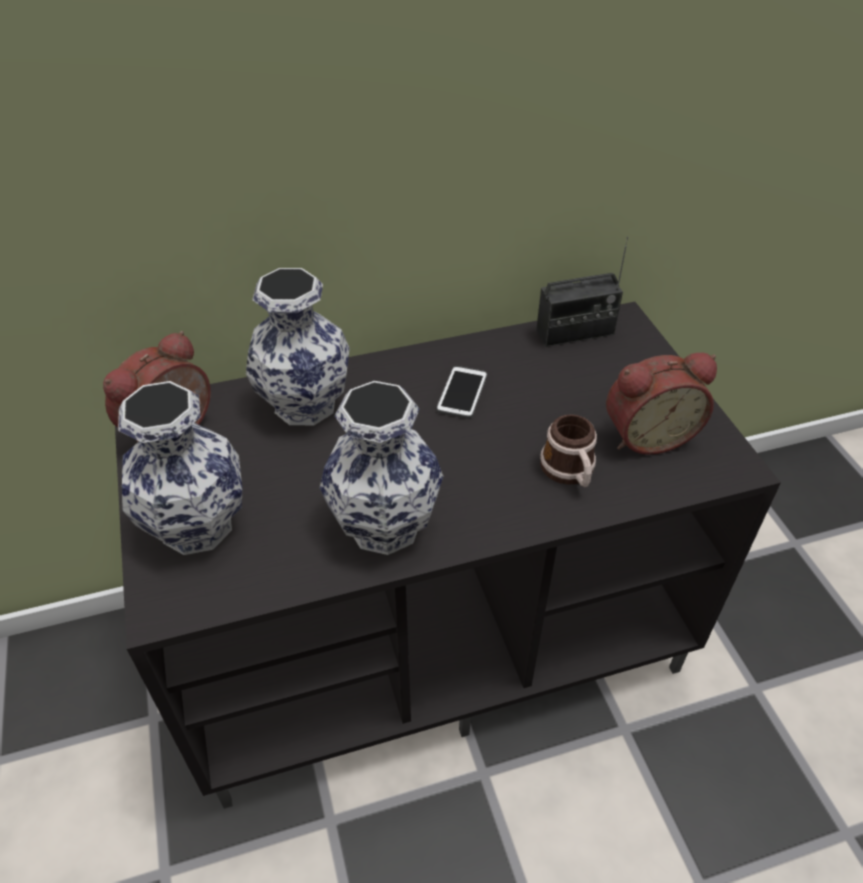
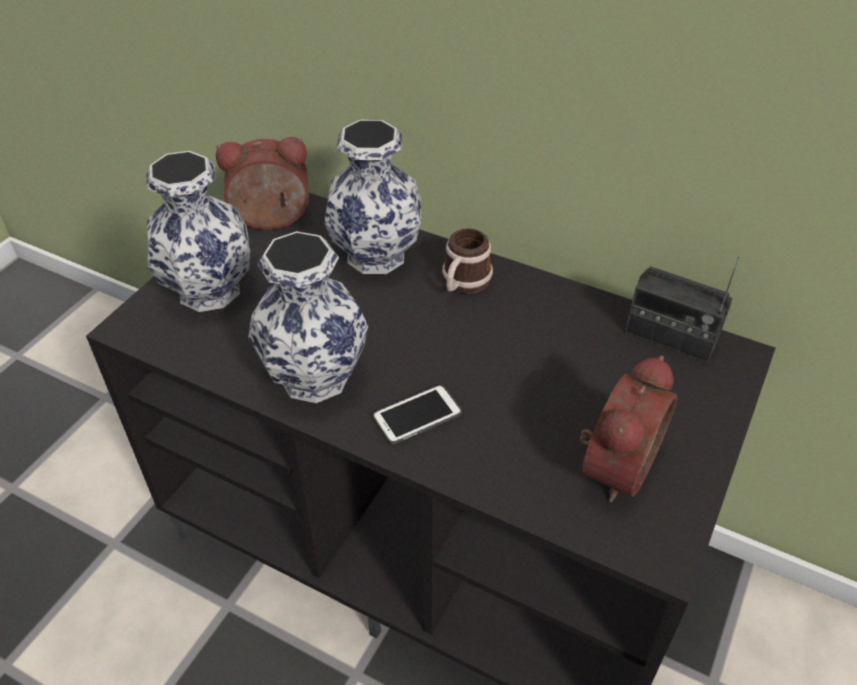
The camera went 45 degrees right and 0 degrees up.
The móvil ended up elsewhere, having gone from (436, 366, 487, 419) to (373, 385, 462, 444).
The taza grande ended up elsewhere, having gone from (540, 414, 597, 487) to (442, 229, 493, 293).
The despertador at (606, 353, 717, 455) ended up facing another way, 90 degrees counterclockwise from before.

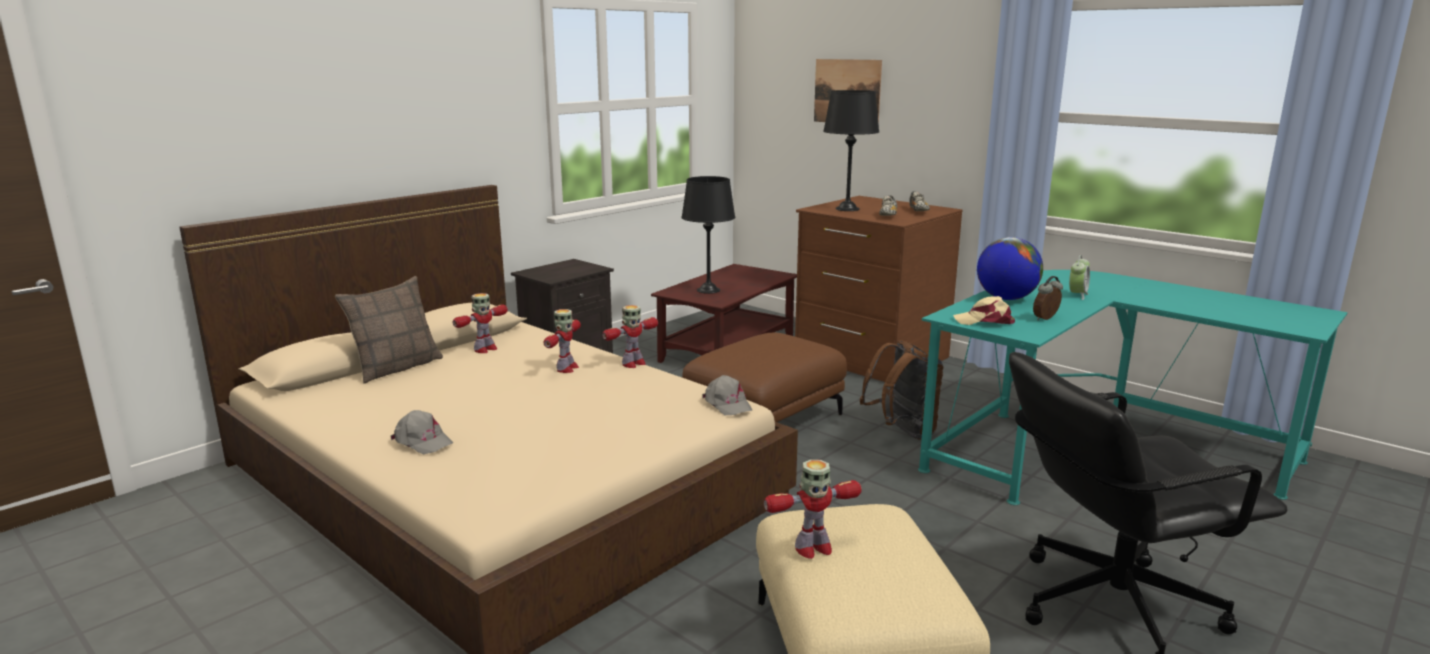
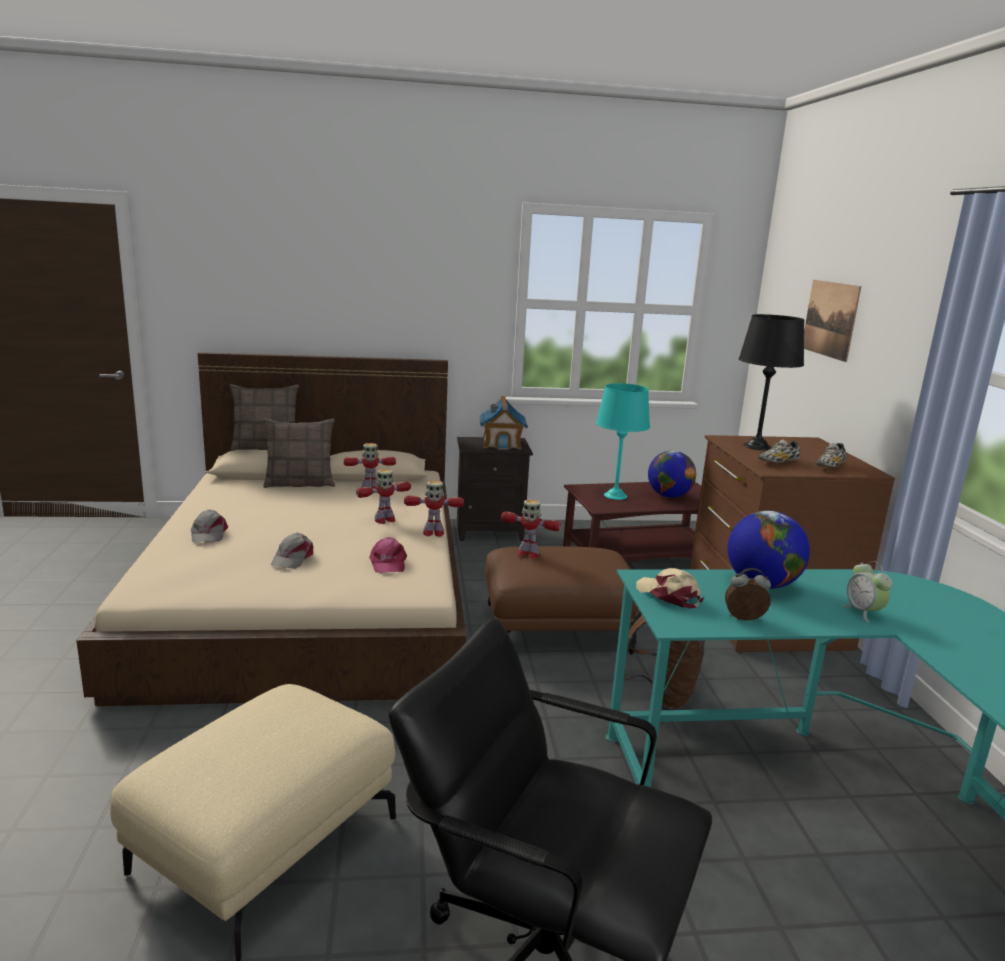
The camera went 40 degrees right and 0 degrees up.
The second view gained the cojín at (230, 384, 299, 451).
The gorra/gris ended up elsewhere, having gone from (702, 375, 752, 415) to (271, 533, 314, 569).
The second view gained the gorra/rosa at (369, 537, 407, 573).
The second view gained the casita at (479, 396, 528, 450).
The robot de juguete ended up elsewhere, having gone from (764, 459, 862, 559) to (501, 499, 561, 559).
What was the lámpara de mesa/negro at (681, 176, 735, 294) turned into the lámpara de mesa/turquesa at (596, 383, 650, 500).
The second view gained the globo terráqueo at (648, 451, 696, 498).
The despertador at (1069, 255, 1090, 300) ended up facing another way, 90 degrees clockwise from before.

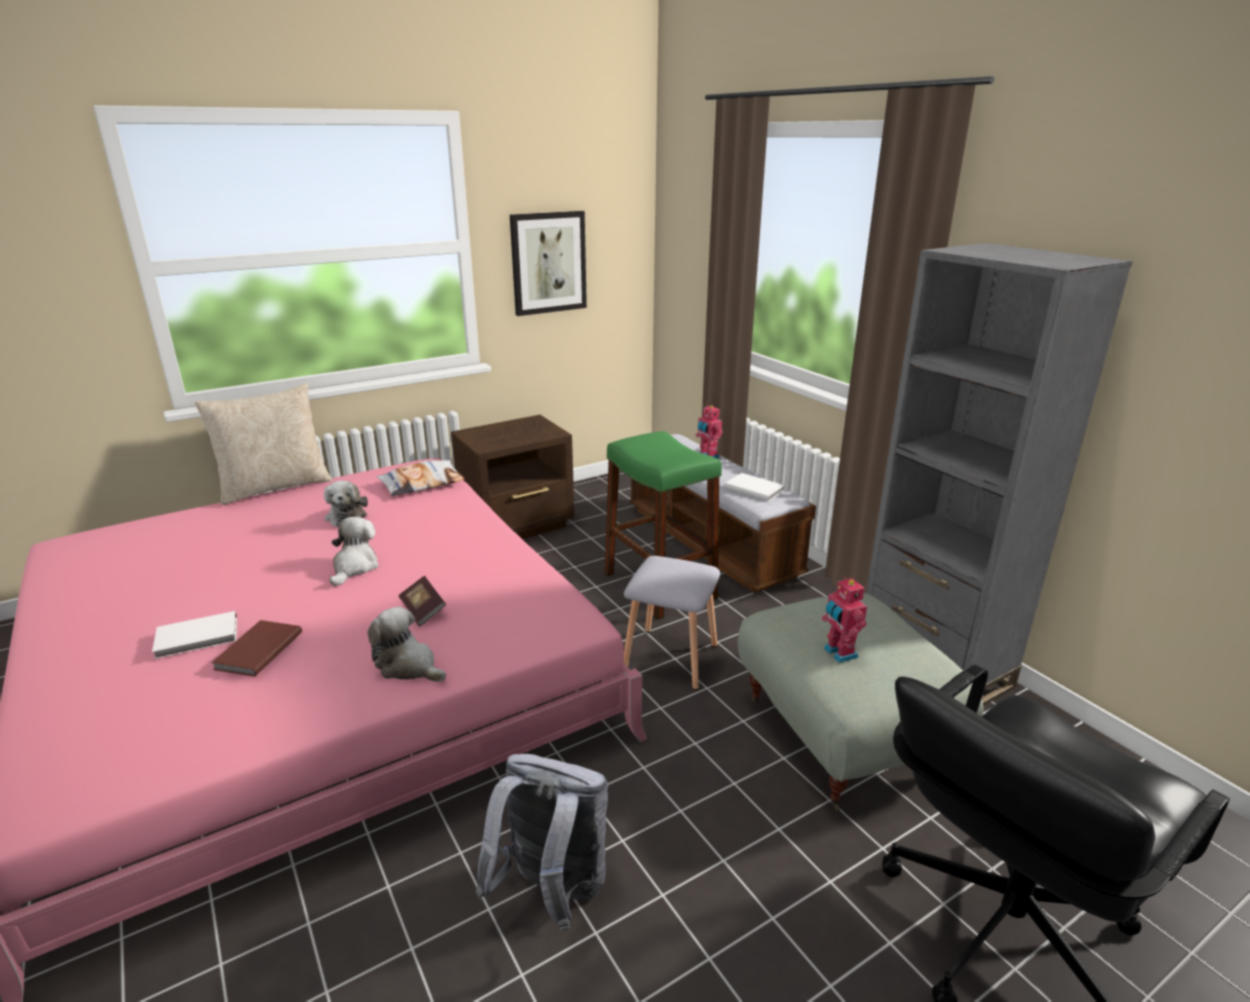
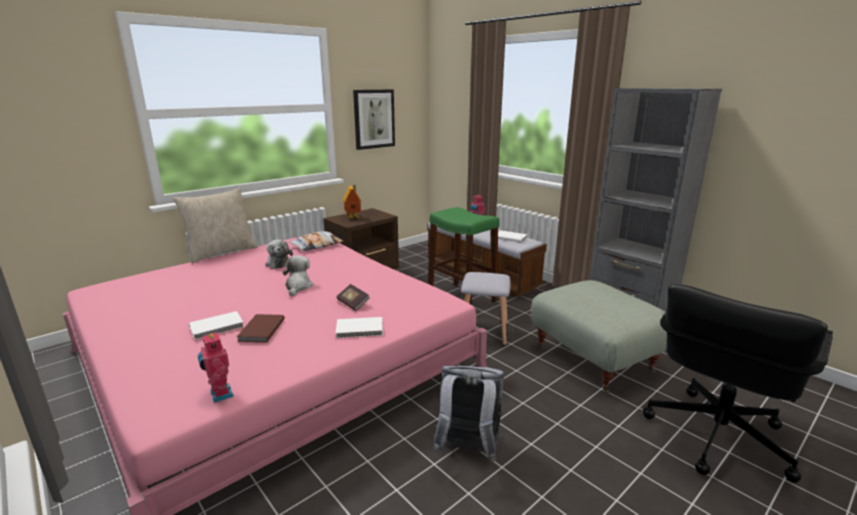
The camera went 10 degrees left and 5 degrees down.
The robot de juguete ended up elsewhere, having gone from (822, 576, 867, 663) to (198, 331, 234, 403).
Where the peluche stood at (367, 606, 446, 682), the libro/blanco came to stand at (336, 317, 383, 338).
The second view gained the casita at (343, 185, 362, 219).

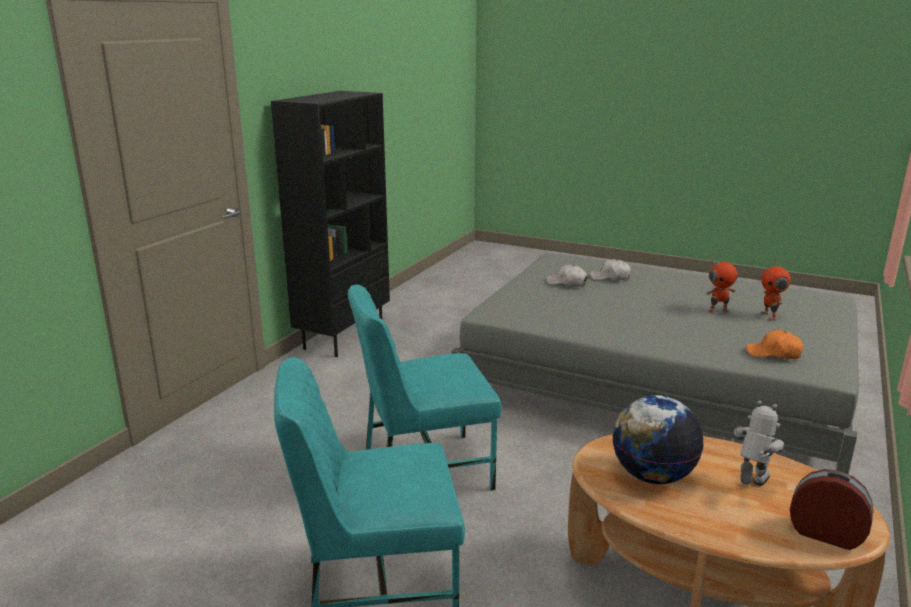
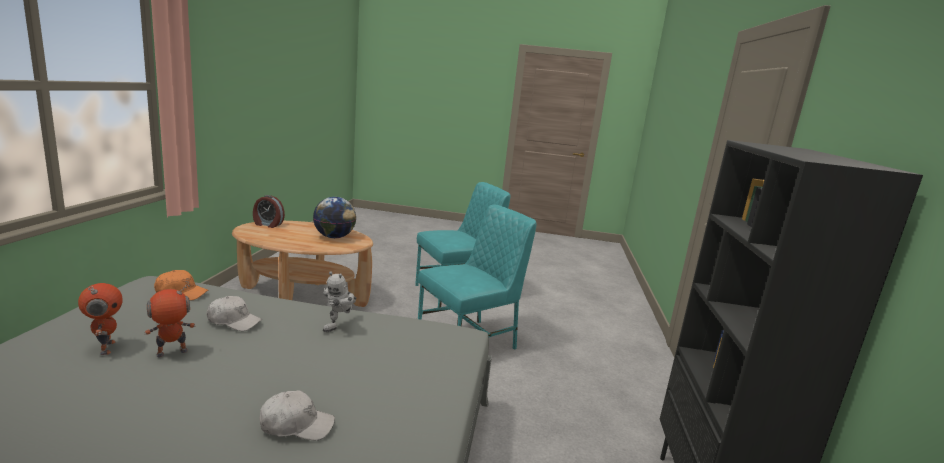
The camera went 160 degrees right and 5 degrees down.
The gorra/blanco ended up elsewhere, having gone from (547, 265, 587, 287) to (207, 296, 262, 331).
The robot de juguete ended up elsewhere, having gone from (734, 400, 784, 486) to (323, 271, 356, 332).

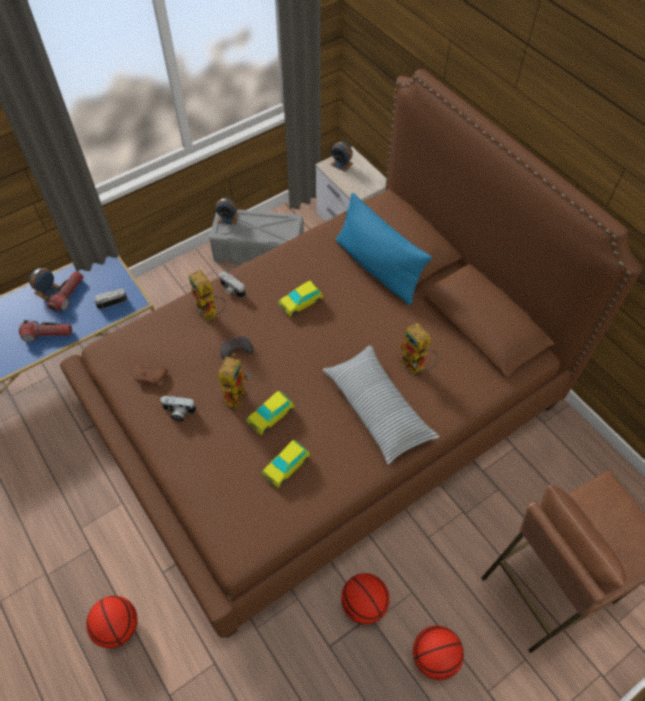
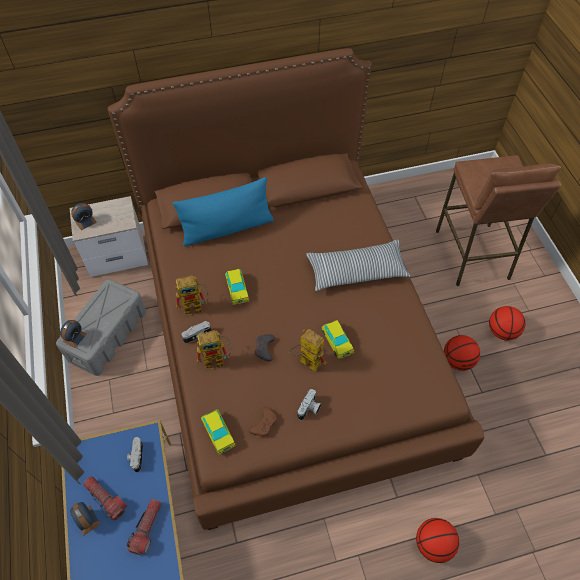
The camera went 70 degrees left and 0 degrees up.
The robot de juguete ended up elsewhere, having gone from (399, 323, 439, 376) to (175, 275, 208, 317).
The coche de juguete ended up elsewhere, having gone from (262, 439, 311, 488) to (201, 409, 236, 455).

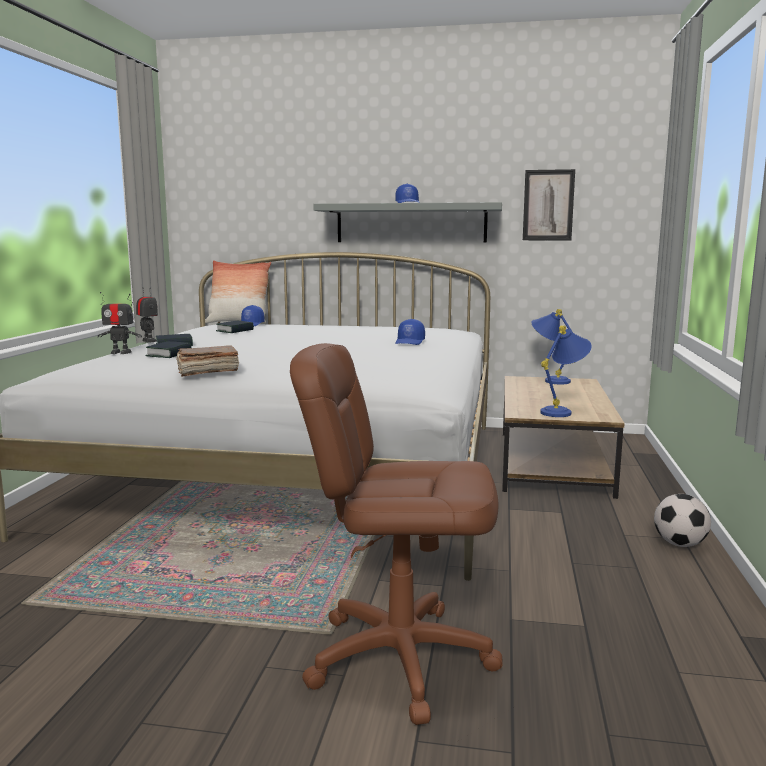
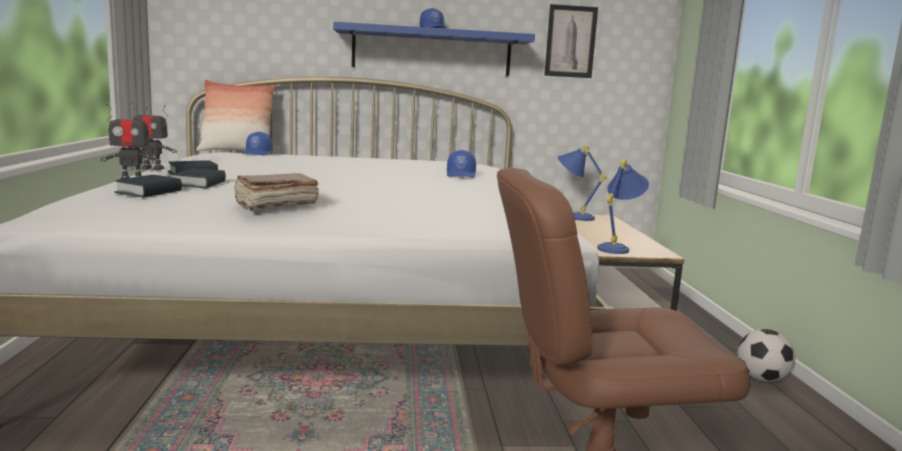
The camera went 15 degrees left and 0 degrees up.
The libro ended up elsewhere, having gone from (216, 321, 254, 333) to (114, 175, 182, 198).
The robot de juguete at (136, 288, 158, 343) ended up facing another way, 135 degrees clockwise from before.
What was the estante/gris at (313, 202, 502, 243) turned into the estante/azul at (333, 22, 535, 76).

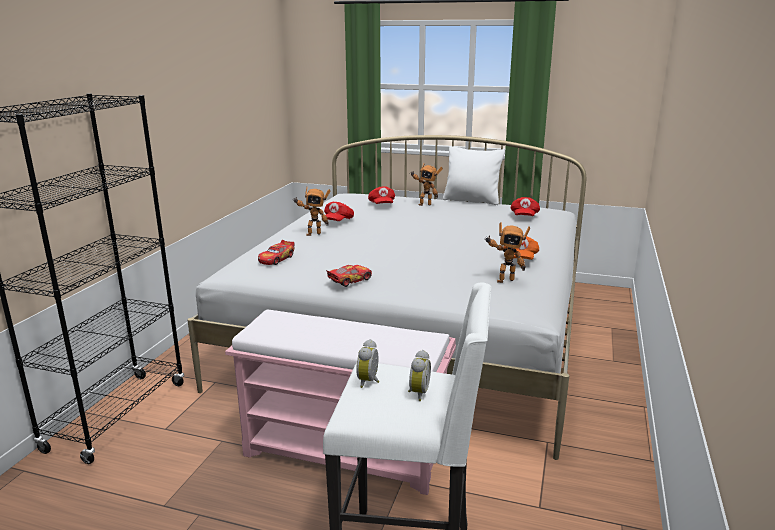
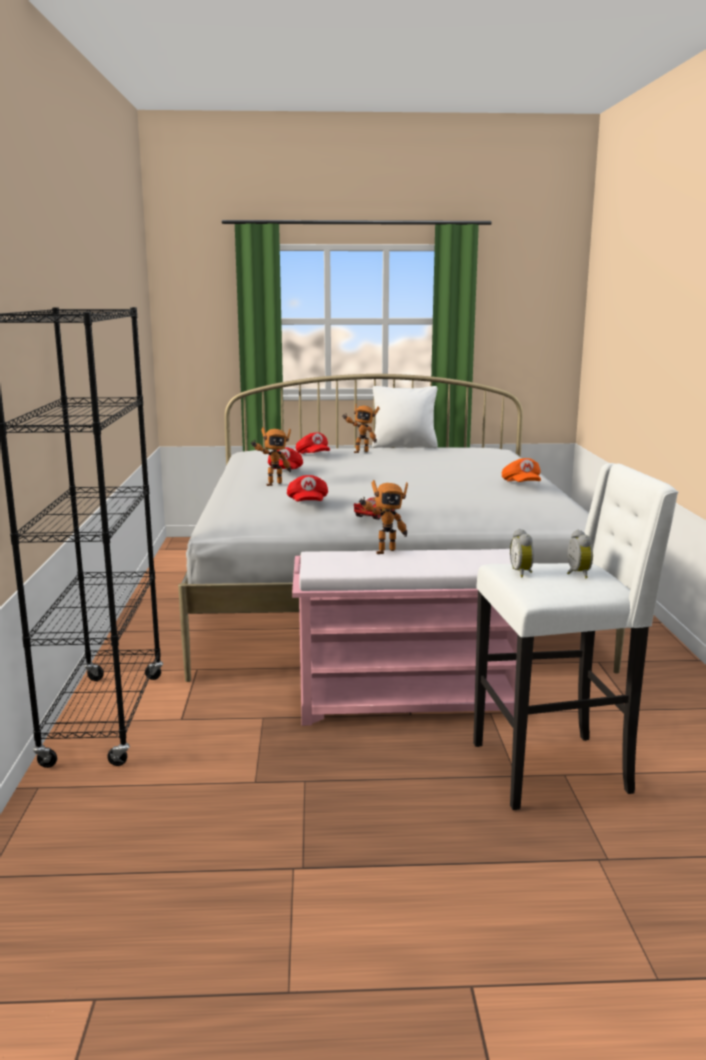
The camera went 20 degrees left and 5 degrees down.
The gorra/rojo ended up elsewhere, having gone from (511, 197, 540, 216) to (287, 475, 328, 502).
The robot de juguete ended up elsewhere, having gone from (485, 222, 530, 283) to (359, 480, 408, 554).
The second view lost the coche de juguete at (258, 240, 295, 265).

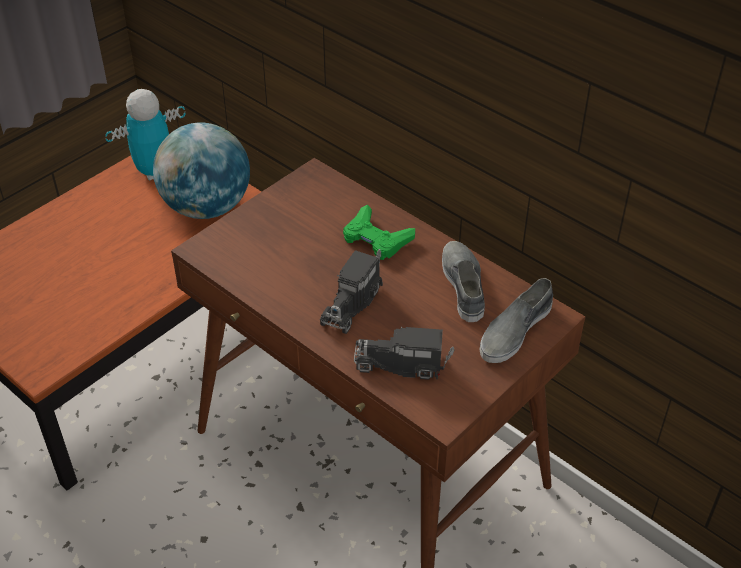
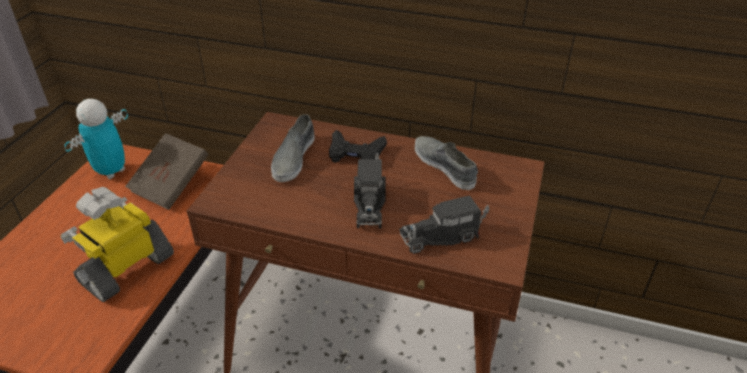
The camera went 25 degrees left and 5 degrees down.
The second view gained the robot de juguete at (60, 187, 174, 302).
Where the globo terráqueo stood at (153, 122, 250, 219), the libro/marrón came to stand at (125, 133, 209, 210).
The zapato/gris ended up elsewhere, having gone from (479, 278, 553, 363) to (271, 114, 315, 182).
What was the mando de consola/verde at (343, 204, 415, 260) turned into the mando de consola/negro at (329, 130, 387, 163).

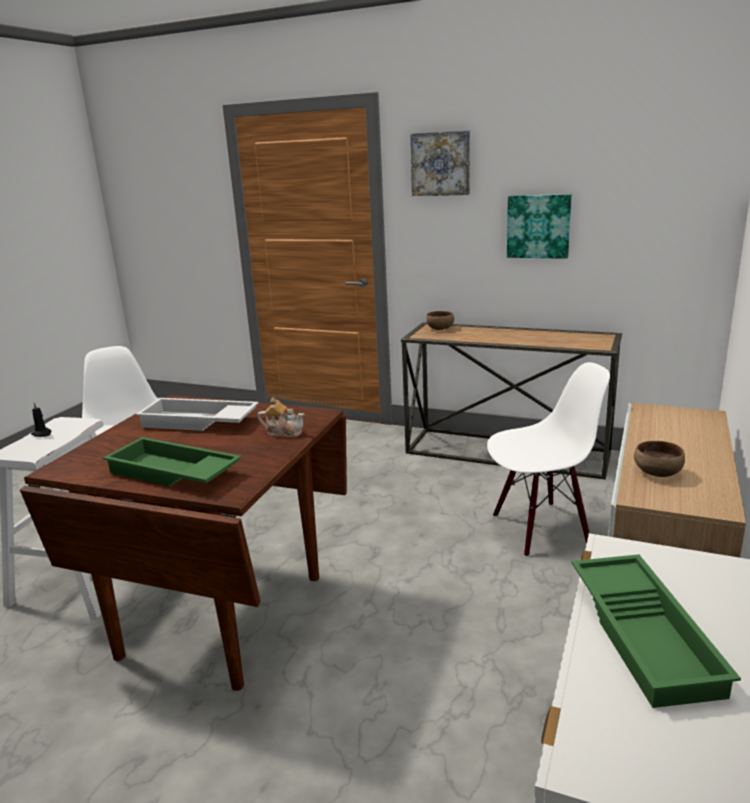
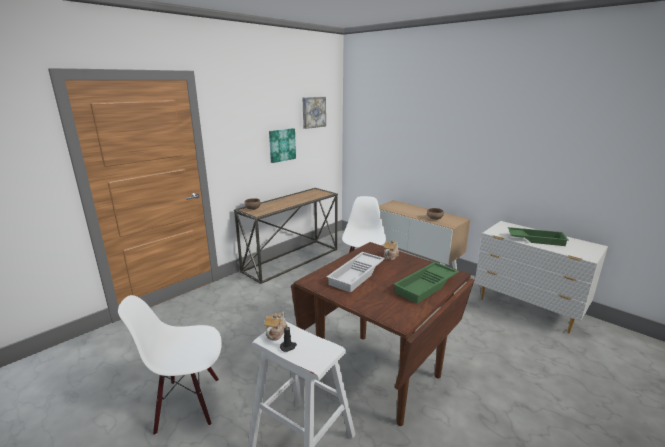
The camera went 70 degrees left and 0 degrees up.
The second view gained the tetera at (265, 311, 286, 341).
The cuadro ended up elsewhere, having gone from (410, 130, 470, 196) to (303, 97, 326, 129).

